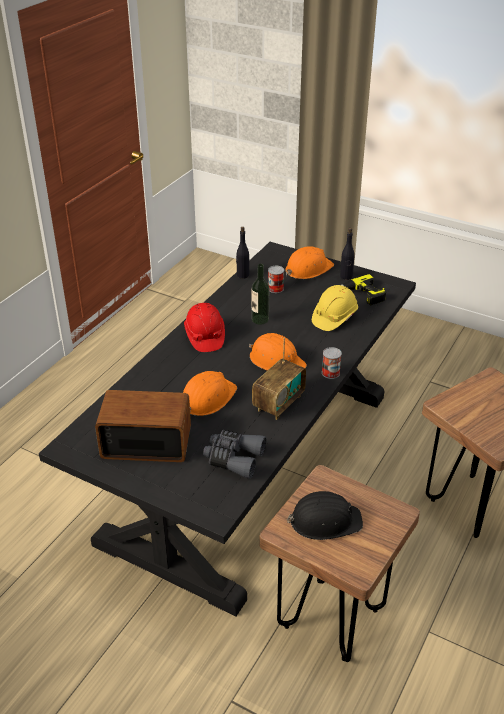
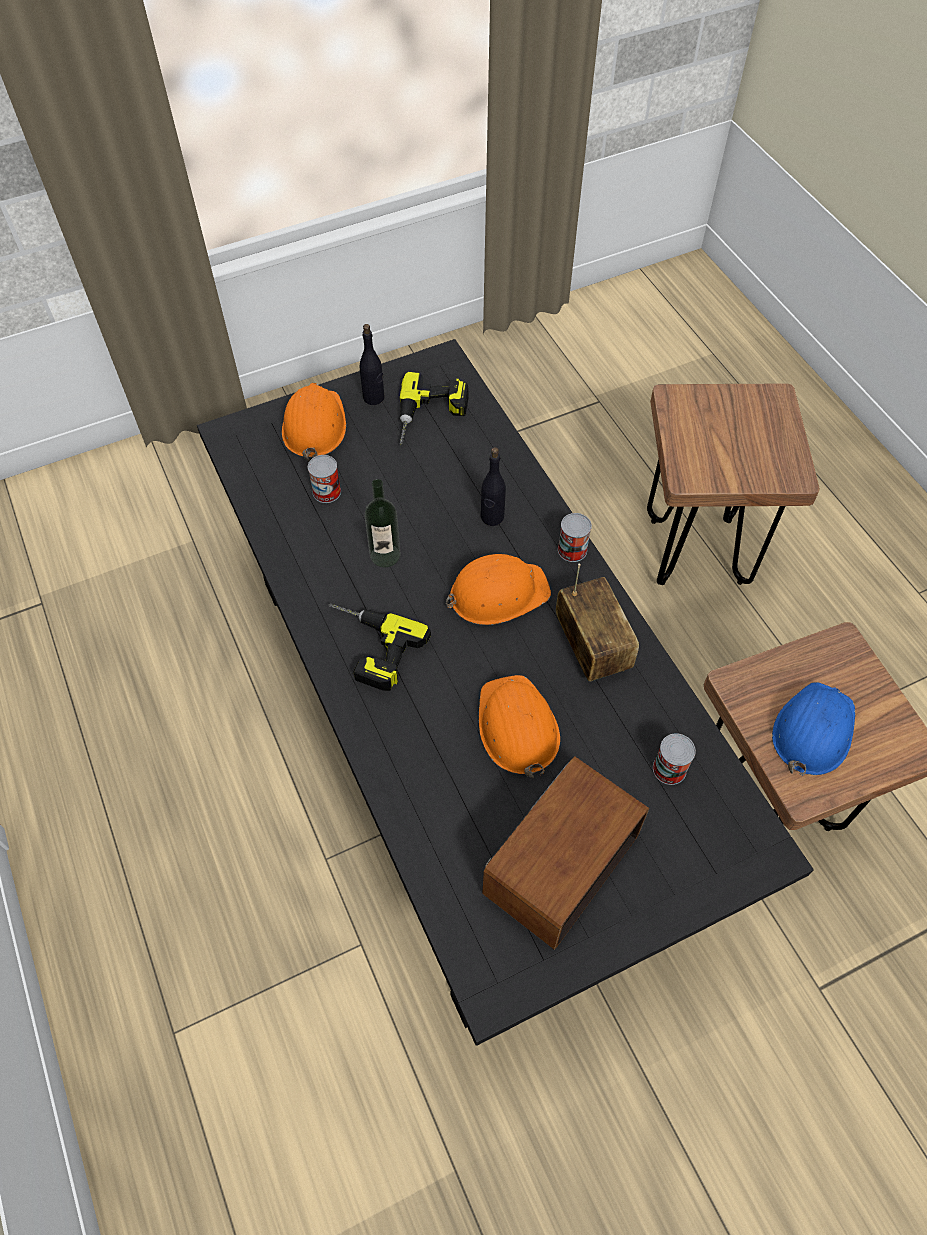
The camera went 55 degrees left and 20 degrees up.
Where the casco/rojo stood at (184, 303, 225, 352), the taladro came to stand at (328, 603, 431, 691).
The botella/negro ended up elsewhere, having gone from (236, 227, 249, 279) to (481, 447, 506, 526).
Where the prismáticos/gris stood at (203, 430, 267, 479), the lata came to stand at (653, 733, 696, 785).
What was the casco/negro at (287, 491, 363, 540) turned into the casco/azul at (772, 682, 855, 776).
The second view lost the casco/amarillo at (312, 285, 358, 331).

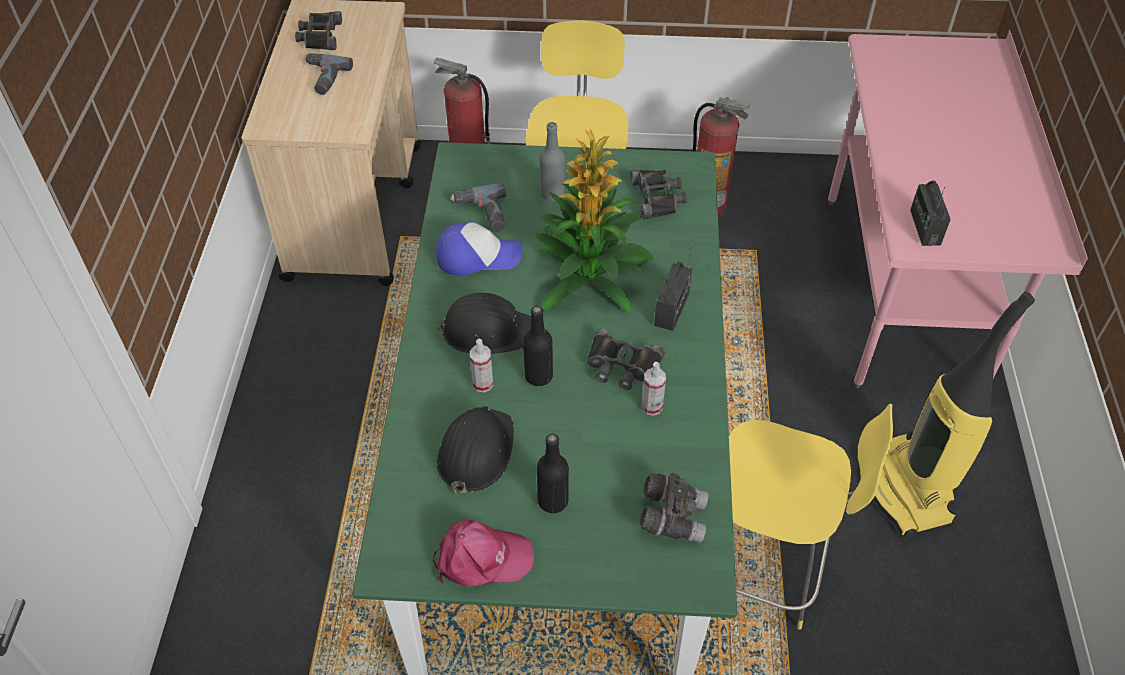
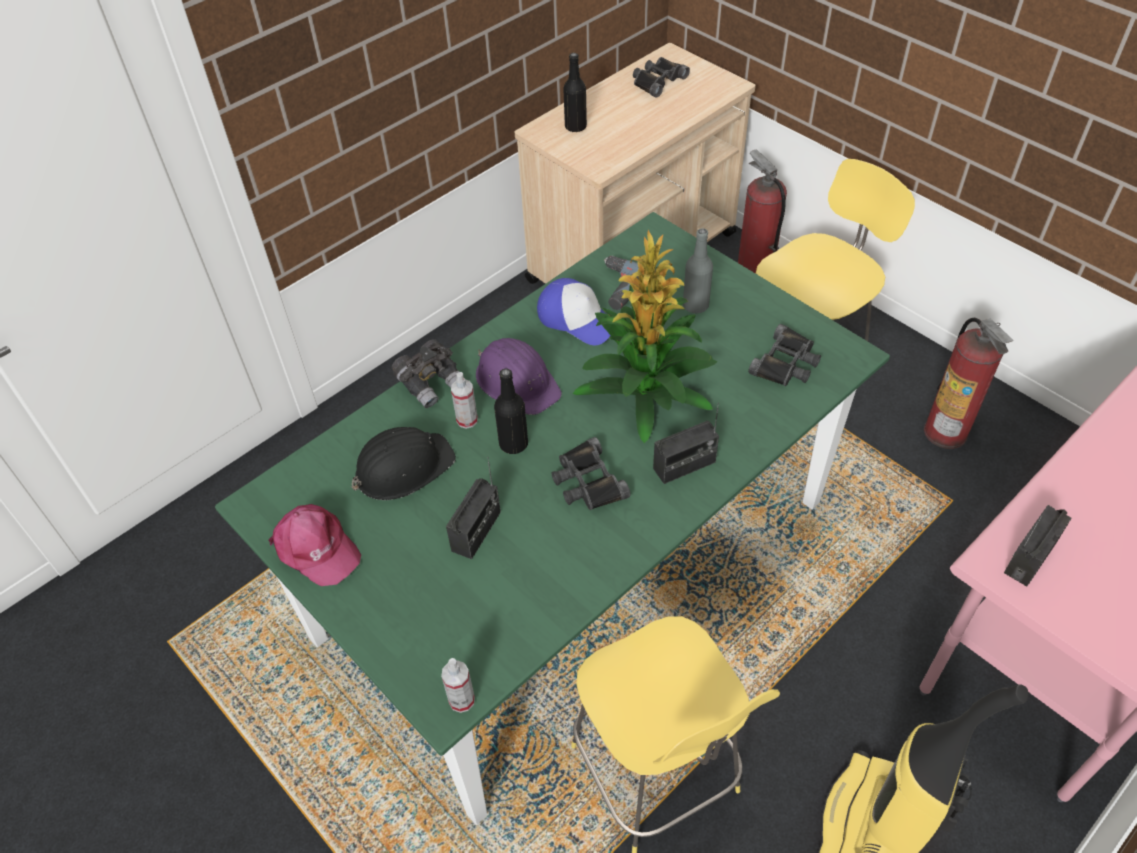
The camera went 45 degrees right and 0 degrees up.
The prismáticos/gris ended up elsewhere, having gone from (640, 473, 709, 543) to (391, 339, 460, 408).
The pulverizador ended up elsewhere, having gone from (641, 362, 666, 416) to (441, 658, 475, 713).
The second view gained the radio at (446, 457, 501, 559).
What was the casco/negro at (435, 293, 532, 354) turned into the casco/morado at (476, 338, 562, 415).
The botella/negro ended up elsewhere, having gone from (537, 434, 569, 513) to (563, 53, 587, 133).
The second view lost the taladro at (304, 53, 353, 95).

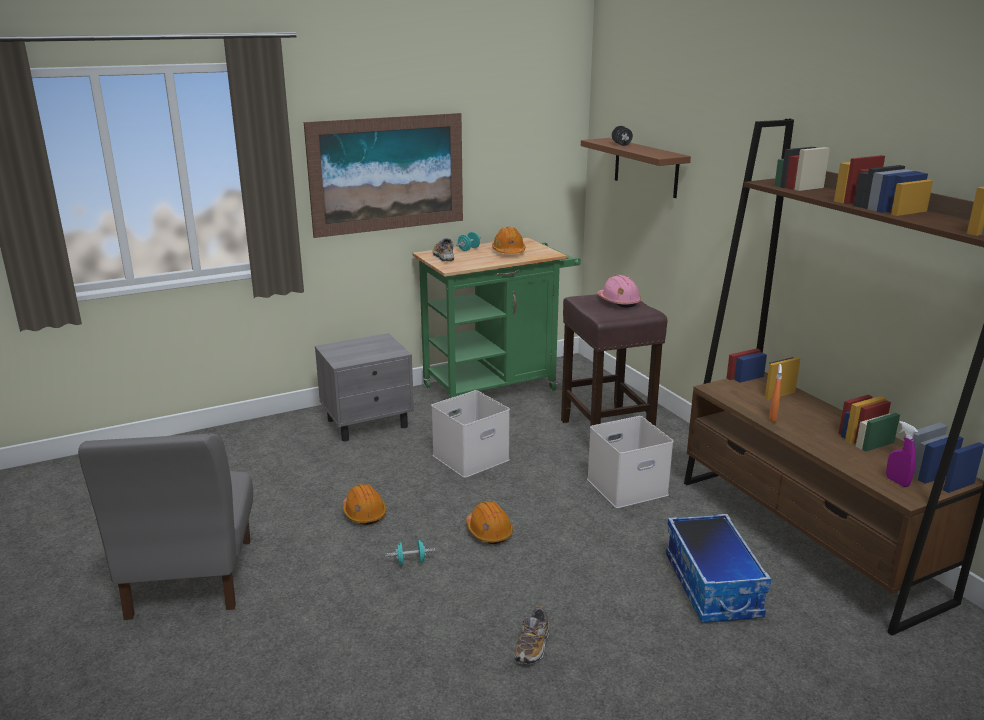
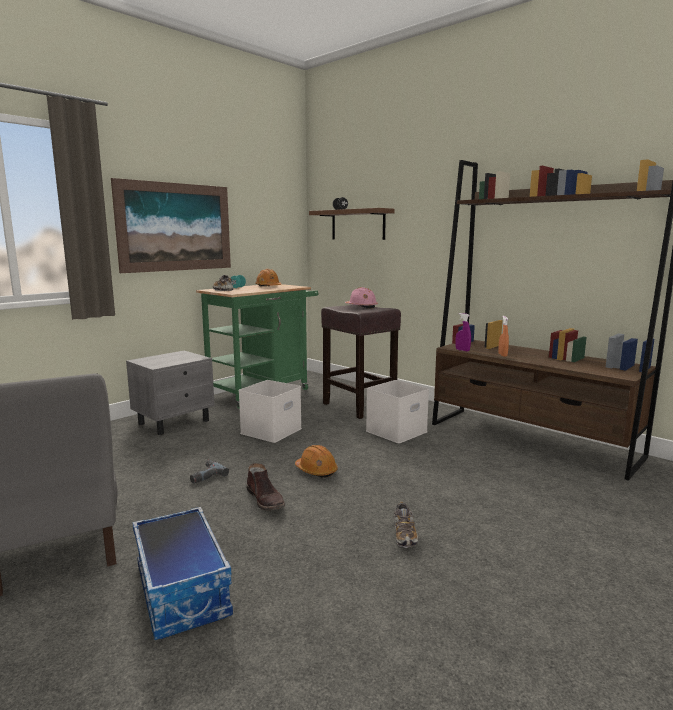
The camera went 20 degrees left and 10 degrees down.
The caja de almacenaje ended up elsewhere, having gone from (666, 514, 771, 623) to (132, 507, 233, 640).
Where the casco/naranja stood at (343, 484, 386, 525), the taladro came to stand at (190, 460, 229, 483).
Where the mancuerna/turquesa stood at (386, 540, 436, 566), the bota/marrón came to stand at (247, 463, 285, 511).
The pulverizador/morado ended up elsewhere, having gone from (886, 421, 918, 488) to (455, 313, 471, 351).

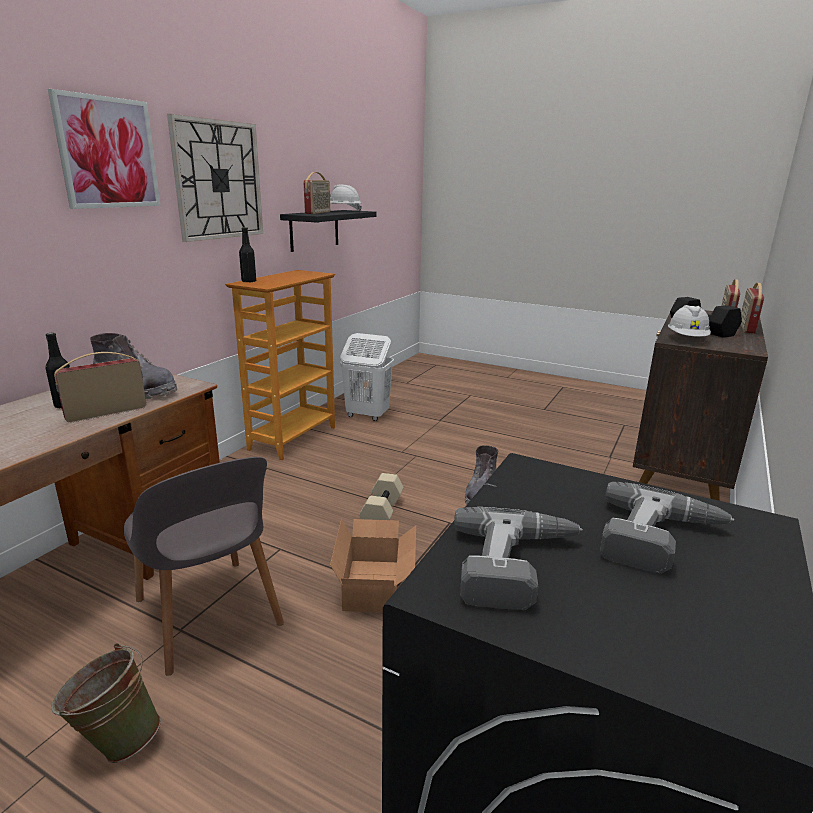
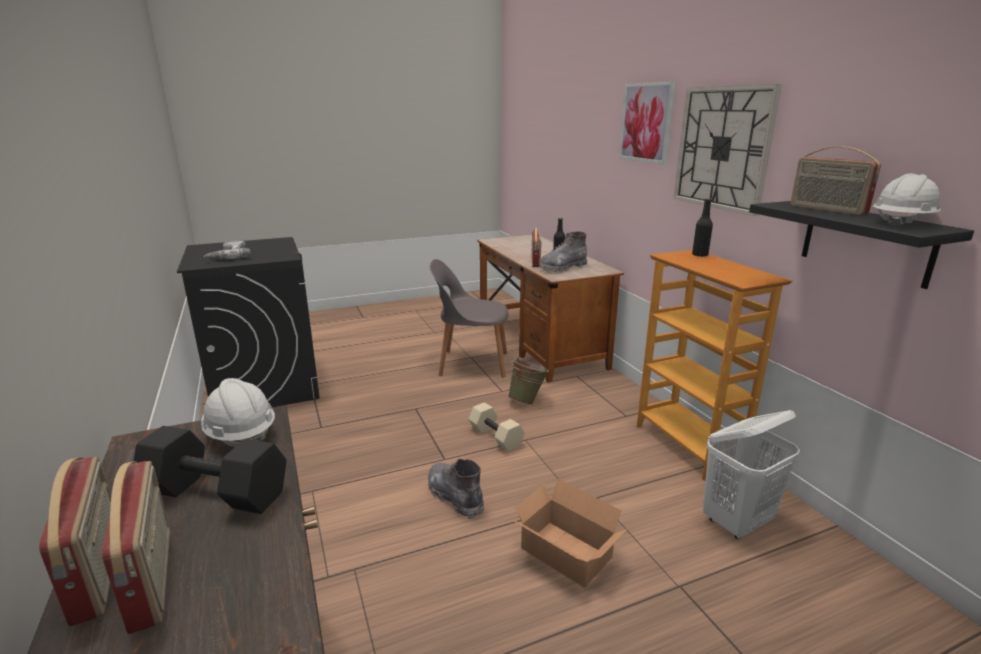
The camera went 130 degrees right and 0 degrees up.
The cubo/verde ended up elsewhere, having gone from (51, 643, 161, 763) to (508, 357, 549, 405).
The caja de cartón ended up elsewhere, having gone from (330, 519, 416, 613) to (512, 478, 627, 588).
The second view lost the taladro at (454, 507, 582, 610).

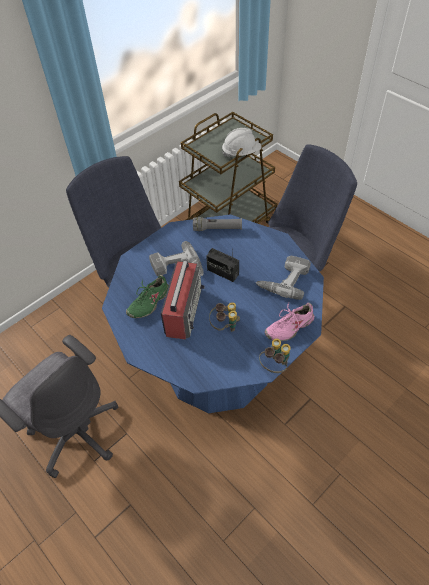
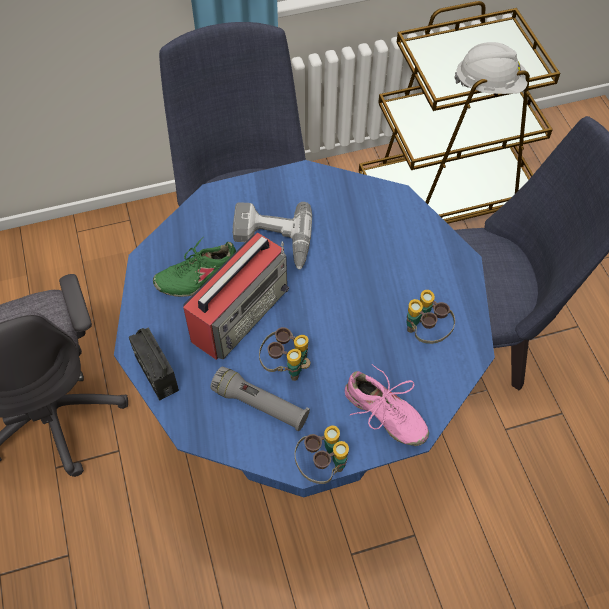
The camera went 25 degrees right and 5 degrees up.
The radio ended up elsewhere, having gone from (206, 248, 239, 282) to (129, 328, 179, 400).
The linterna/gris ended up elsewhere, having gone from (193, 217, 242, 231) to (211, 367, 310, 431).
The zapato/rosa at (265, 303, 314, 341) ended up facing another way, 135 degrees counterclockwise from before.
Where the taladro stood at (256, 256, 311, 300), the prismáticos came to stand at (407, 290, 455, 344).

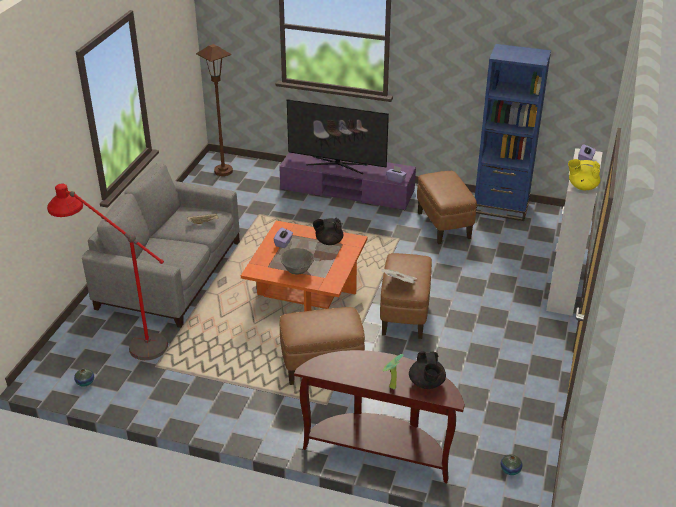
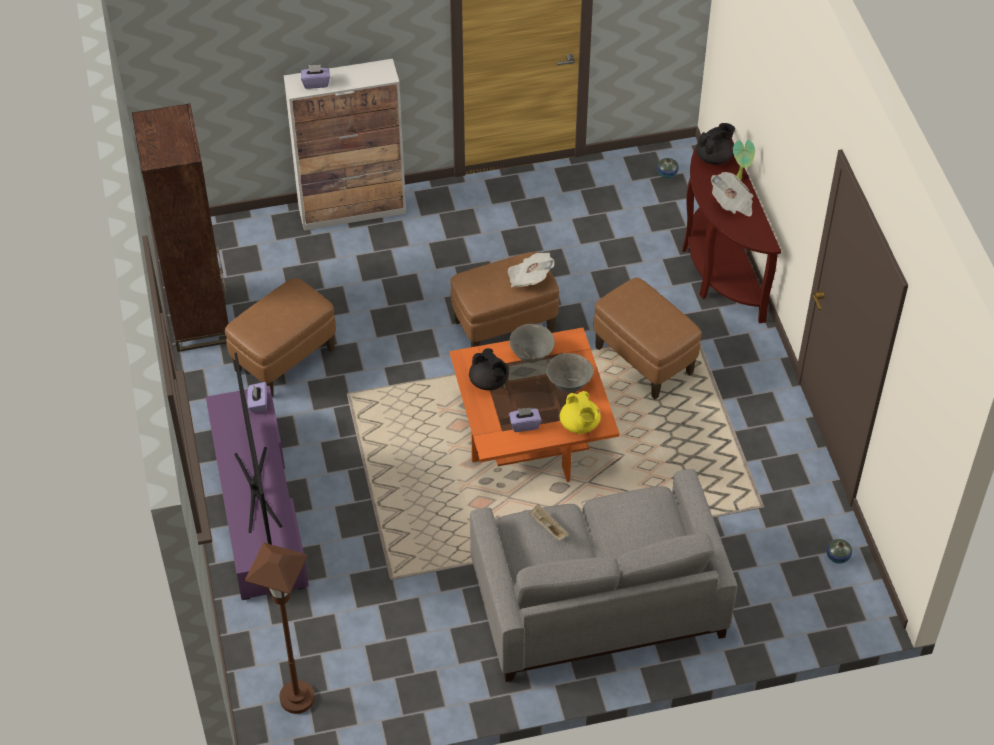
The camera went 120 degrees left and 15 degrees up.
What was the estantería/azul at (475, 44, 551, 221) turned into the estantería/marrón at (132, 103, 229, 352).
The second view gained the cuenco/gris at (509, 324, 555, 363).
The tetera/amarillo ended up elsewhere, having gone from (568, 159, 600, 190) to (560, 391, 601, 434).
The second view gained the periódico at (711, 172, 753, 216).
The second view lost the lámpara de pie/rojo at (47, 183, 168, 360).

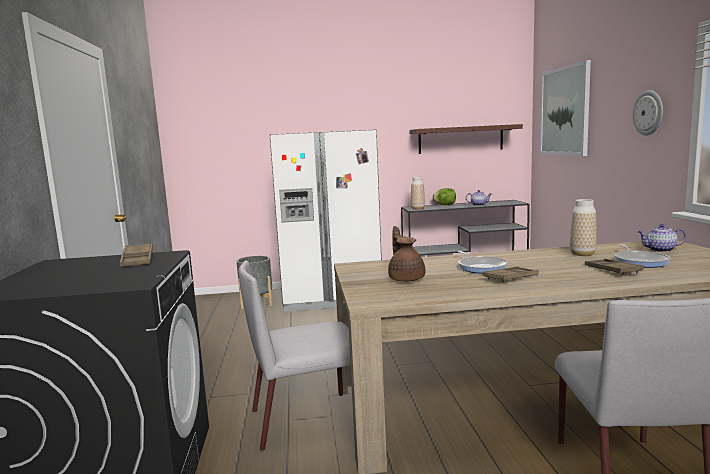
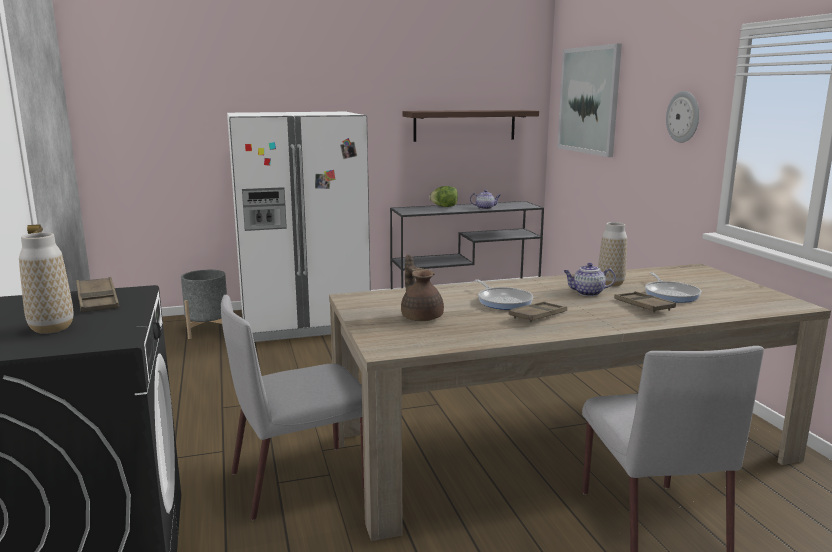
The camera went 10 degrees left and 5 degrees up.
The florero ended up elsewhere, having gone from (411, 177, 425, 210) to (19, 232, 73, 334).
The tetera ended up elsewhere, having gone from (638, 224, 686, 252) to (563, 263, 616, 296).

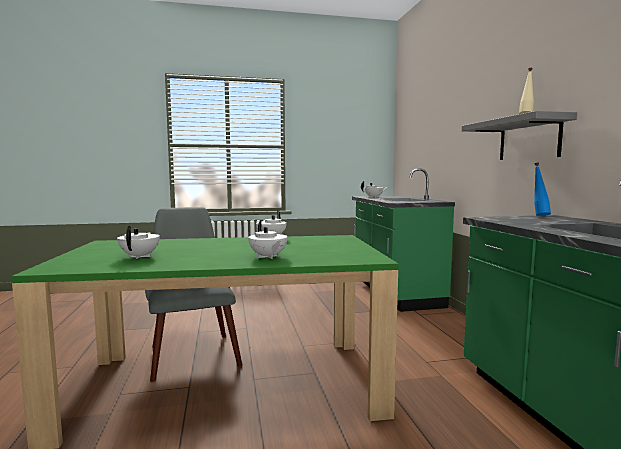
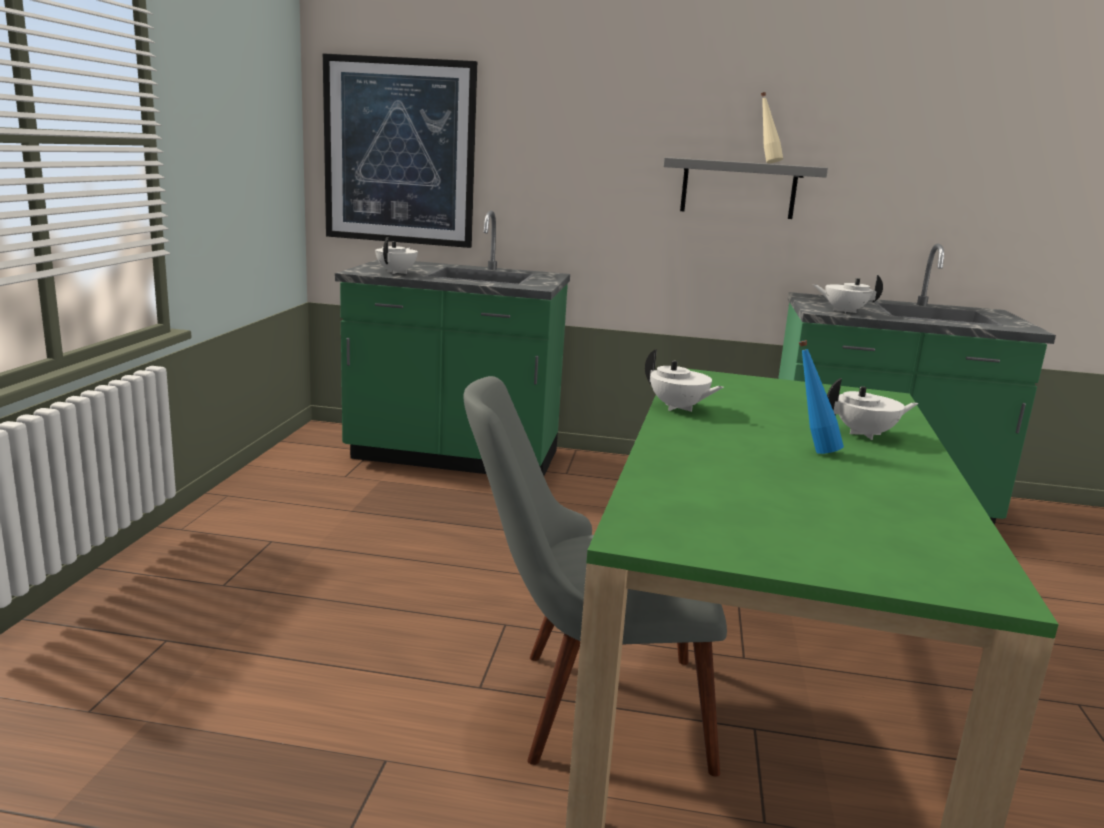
The camera went 70 degrees left and 10 degrees up.
The second view gained the cuadro at (323, 53, 477, 248).
The botella/azul ended up elsewhere, having gone from (534, 163, 551, 216) to (799, 340, 844, 454).
The tetera/blanco ended up elsewhere, having gone from (117, 225, 160, 259) to (812, 275, 883, 313).

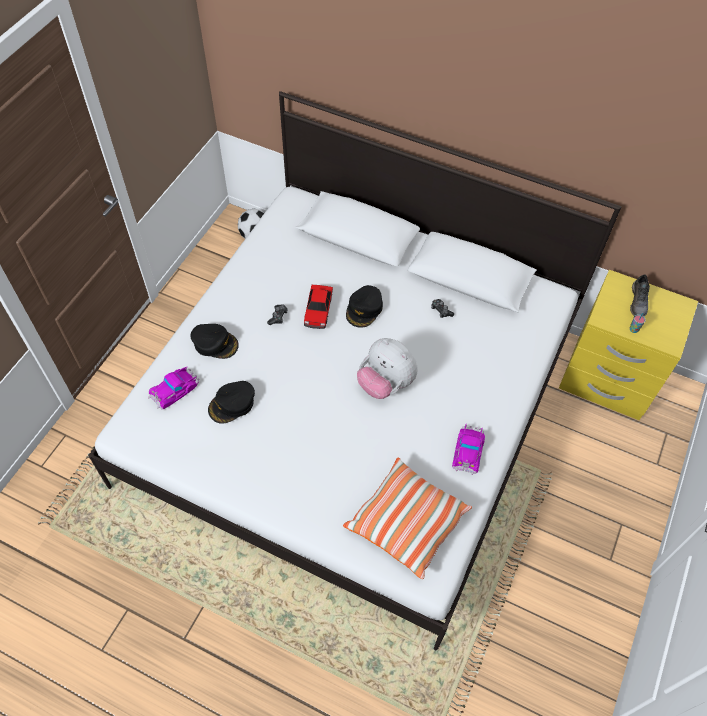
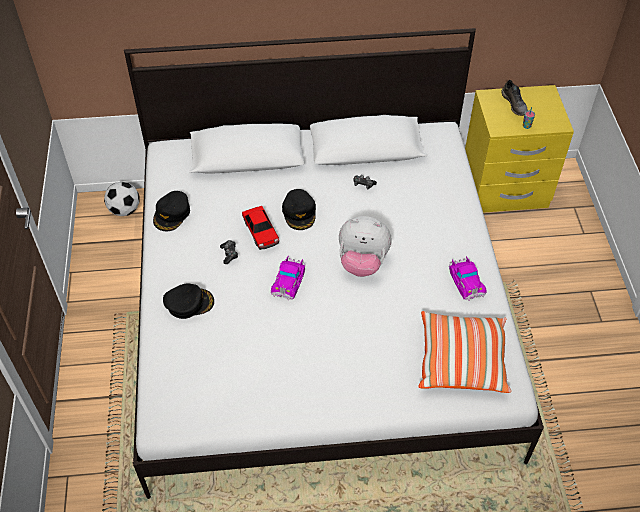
The camera went 30 degrees left and 5 degrees down.
The gorra/negro ended up elsewhere, having gone from (208, 381, 255, 424) to (153, 191, 190, 231).
The coche de juguete ended up elsewhere, having gone from (148, 367, 200, 409) to (271, 256, 305, 300).

